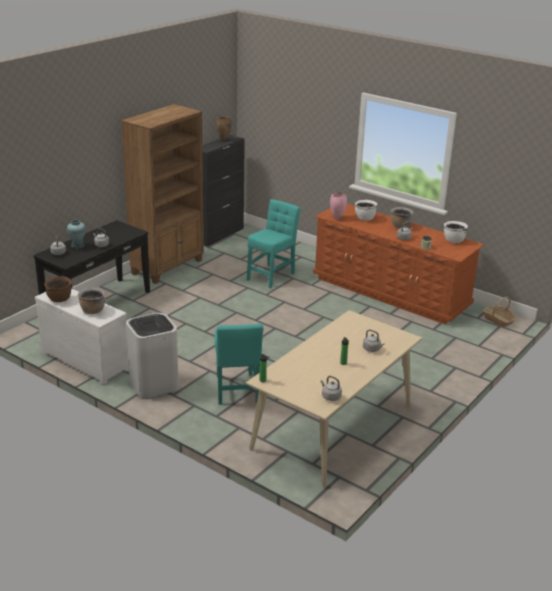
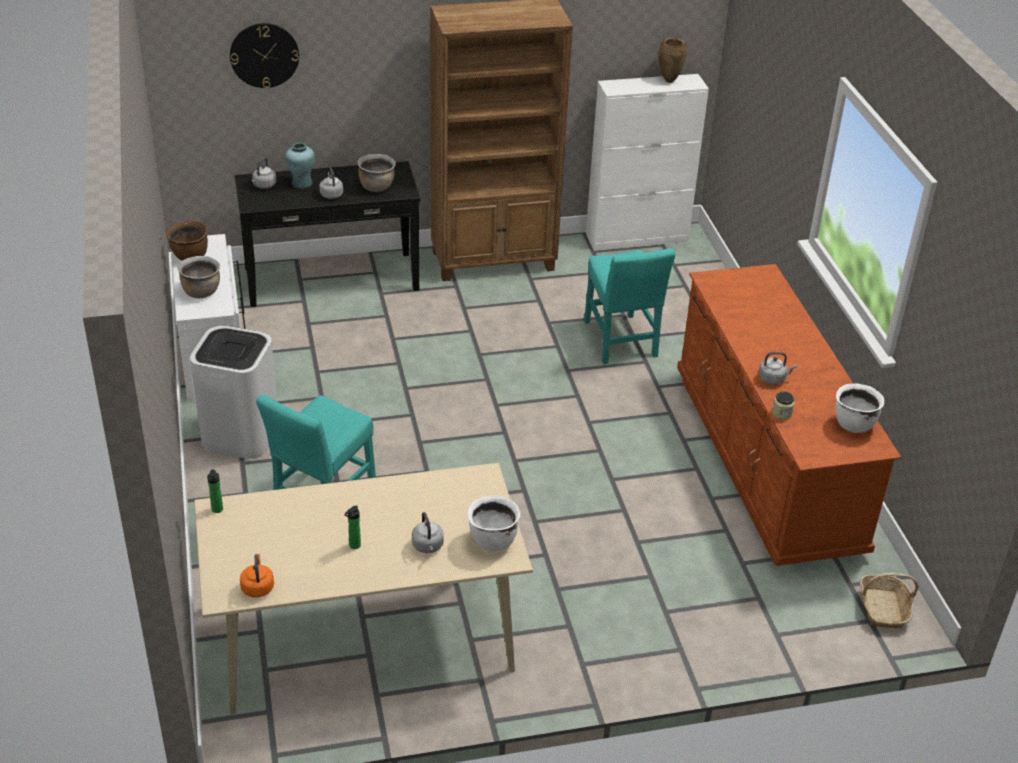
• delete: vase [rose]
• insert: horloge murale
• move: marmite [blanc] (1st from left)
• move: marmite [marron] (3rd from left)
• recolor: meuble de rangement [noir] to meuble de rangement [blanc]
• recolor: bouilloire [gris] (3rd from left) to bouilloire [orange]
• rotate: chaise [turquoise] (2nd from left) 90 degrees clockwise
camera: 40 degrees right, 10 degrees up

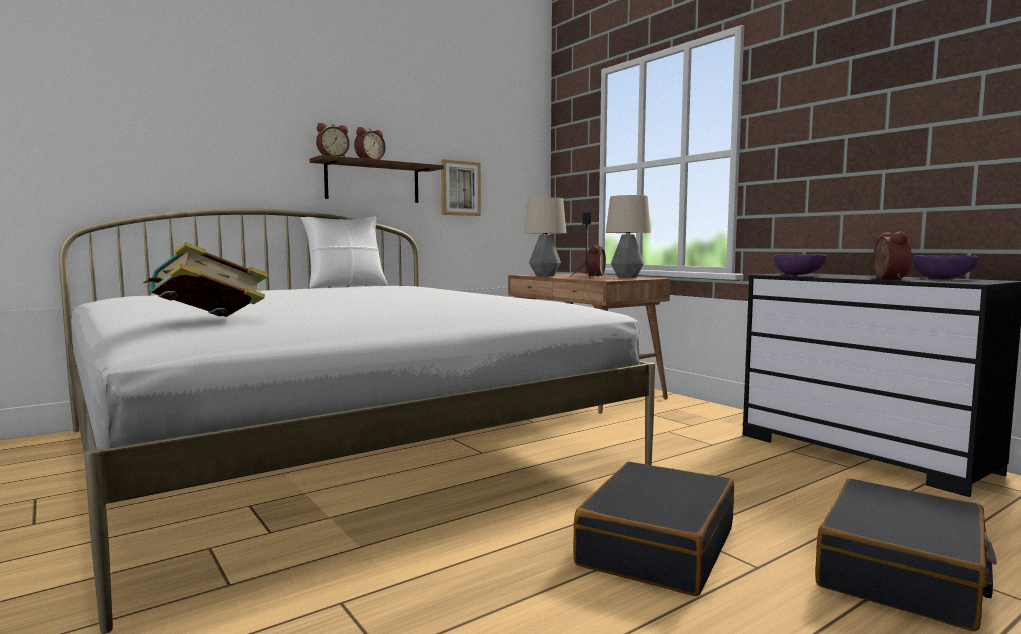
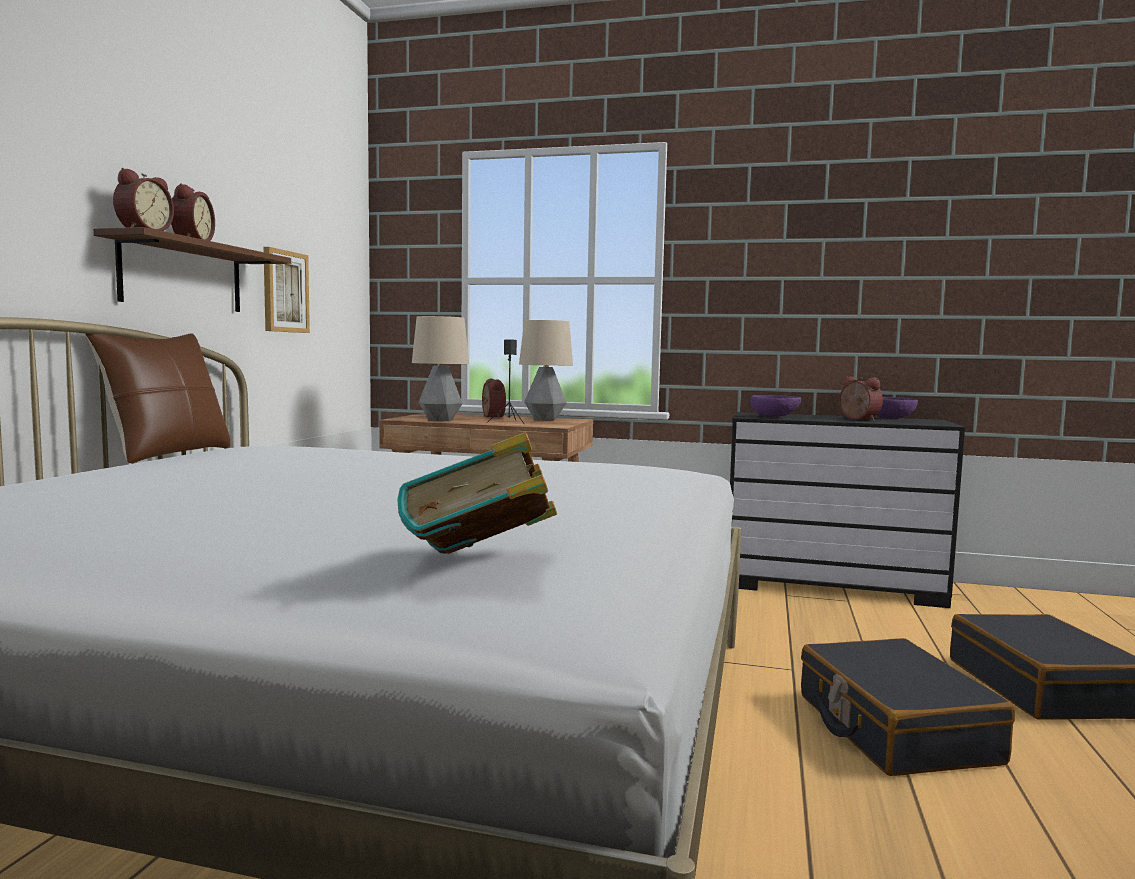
• recolor: coussin [blanc] to coussin [marron]
camera: 40 degrees left, 0 degrees up

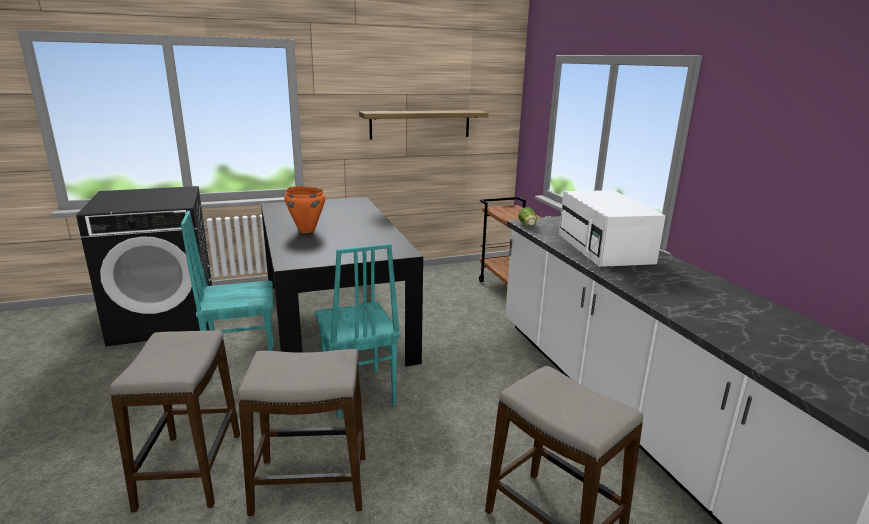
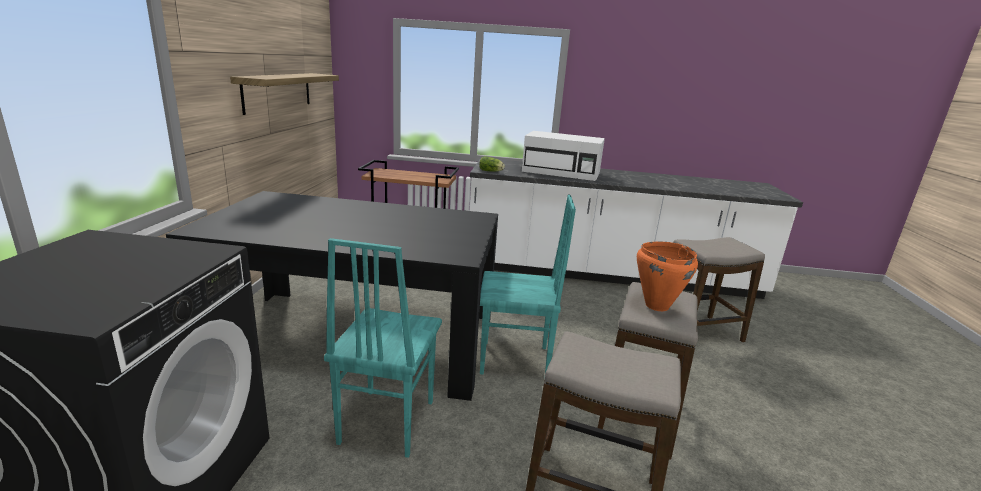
• move: marmite [orange]
camera: 65 degrees left, 0 degrees up

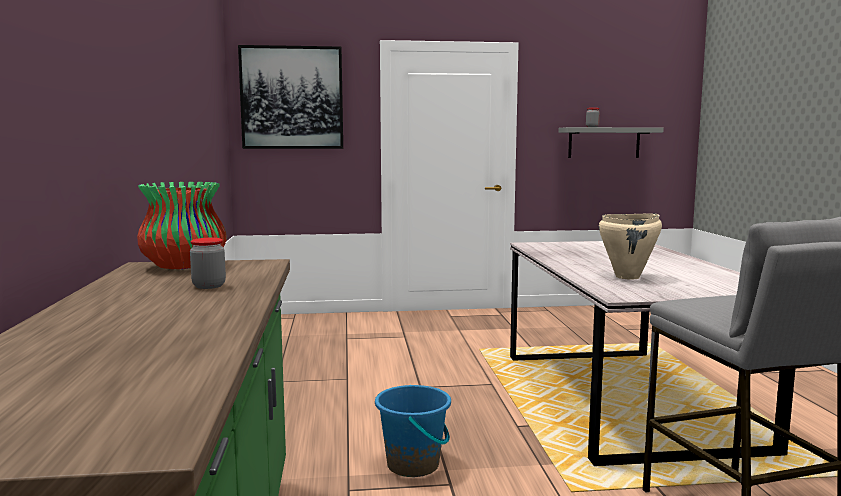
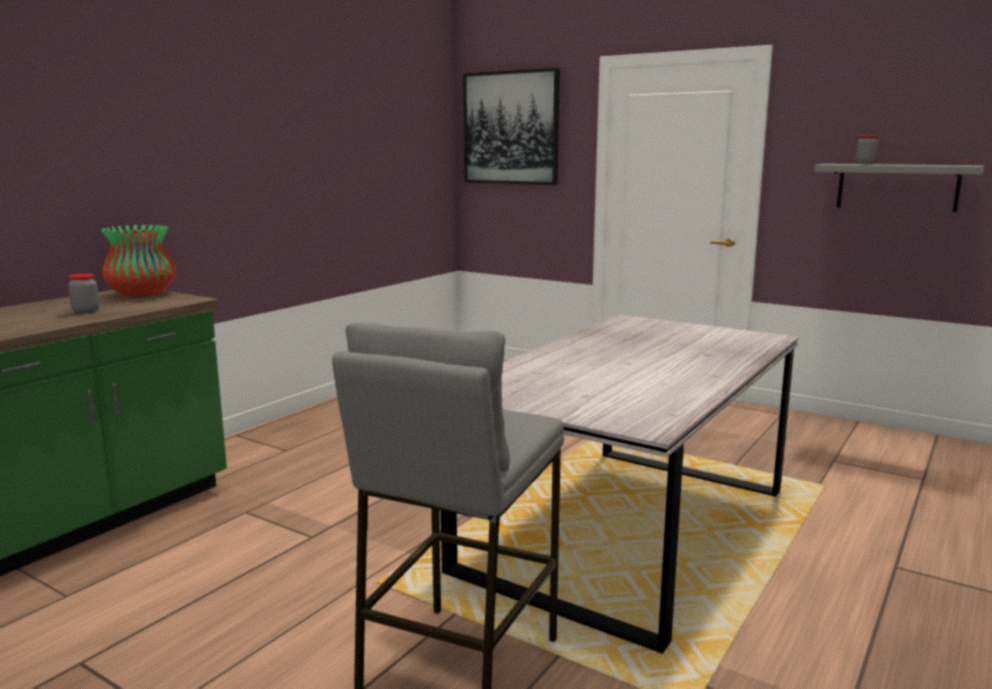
• delete: seau [bleu]
• delete: marmite [beige]
camera: 40 degrees right, 5 degrees up

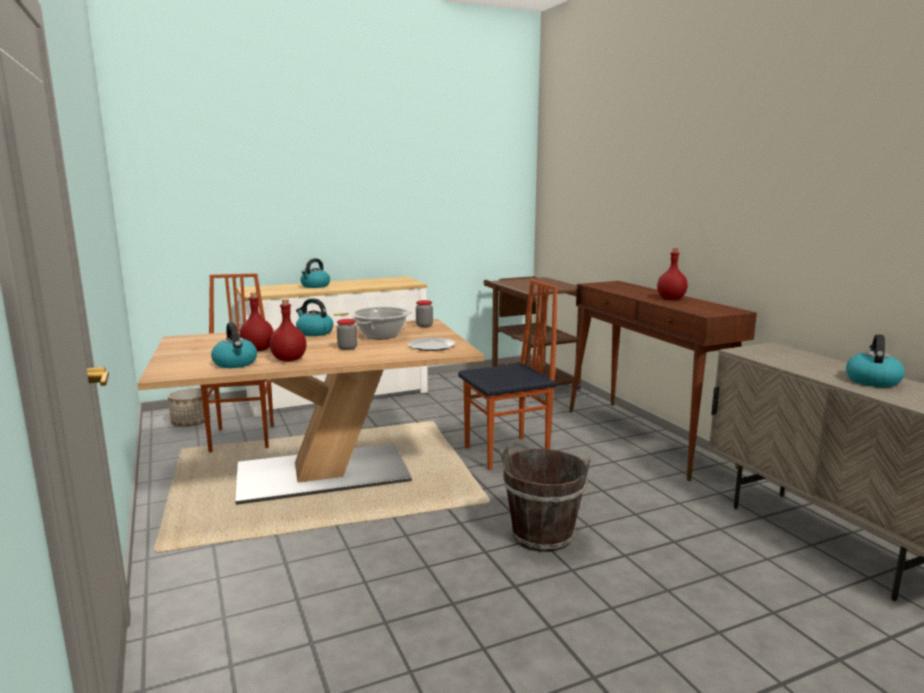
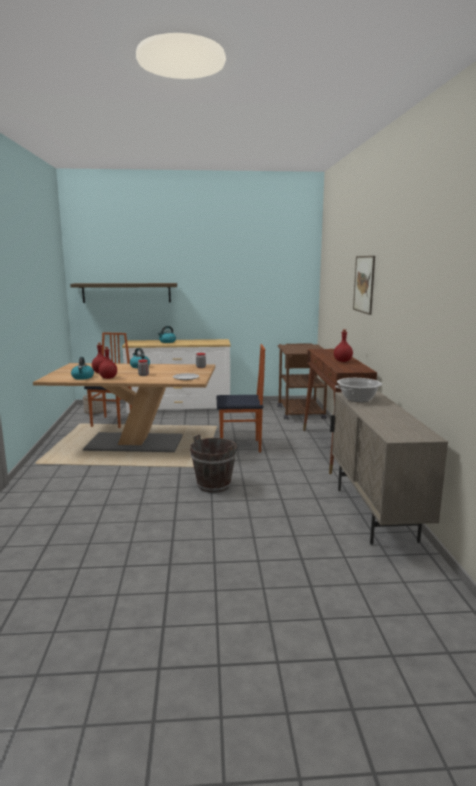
• delete: bouilloire (4th from left)
• insert: étagère
• insert: tableau
• move: marmite
camera: 20 degrees right, 0 degrees up

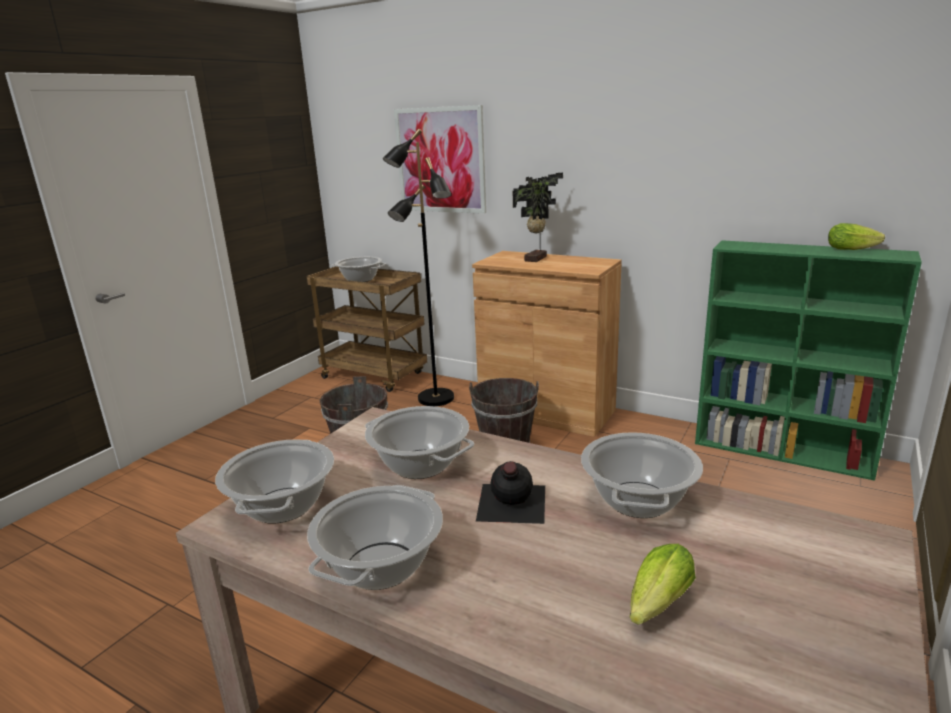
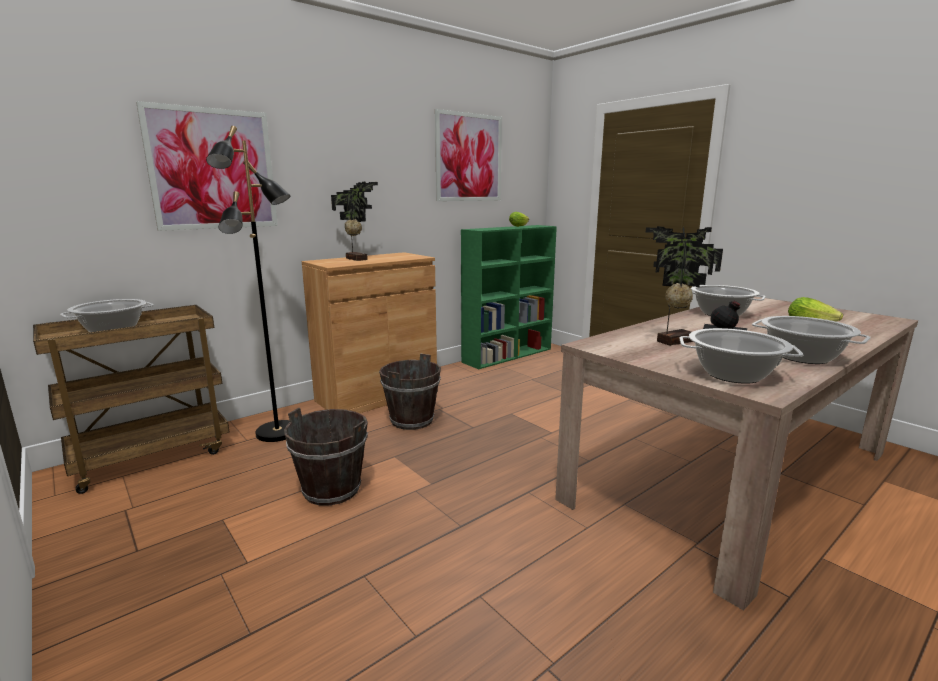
• insert: tableau (2nd from left)
• replace: marmite (4th from left) to plante en pot (2nd from left)
camera: 70 degrees left, 5 degrees down

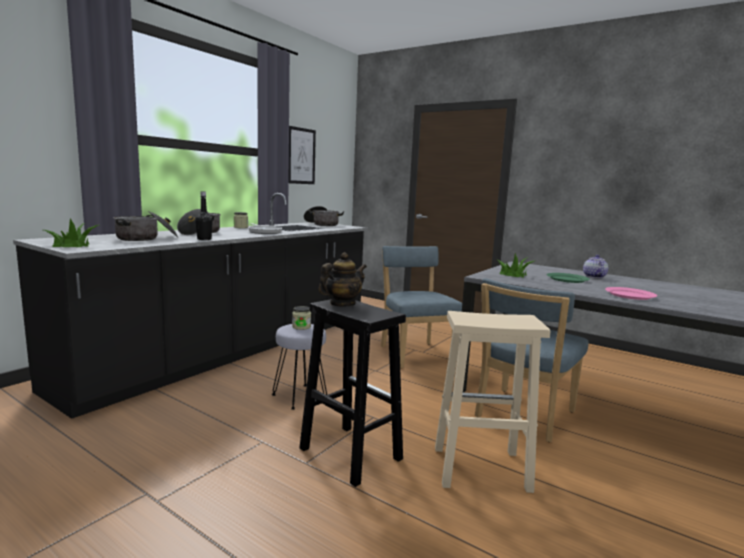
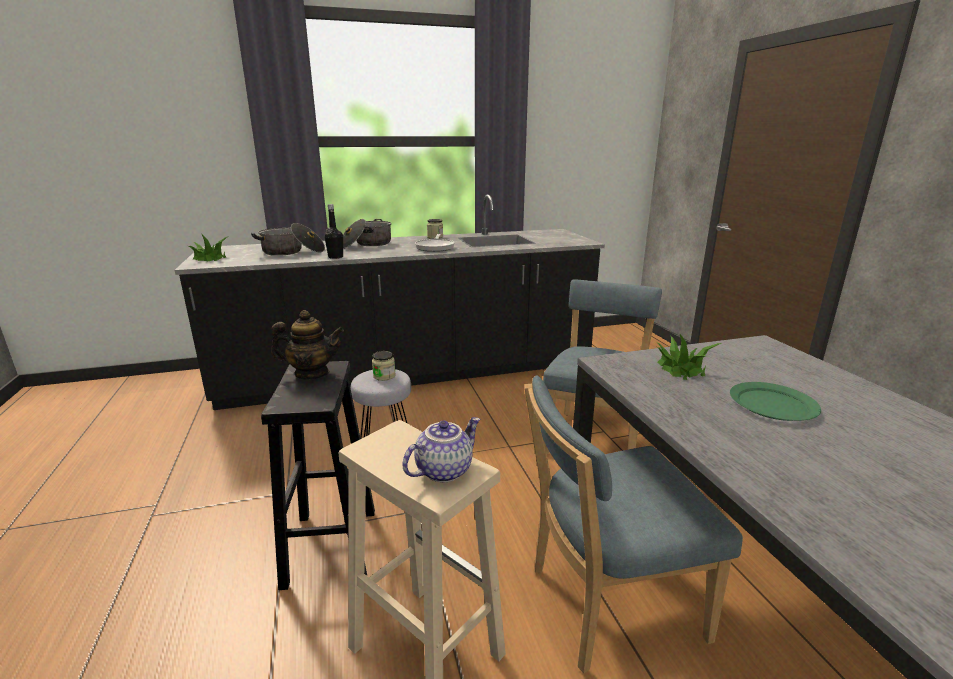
• delete: tableau
• delete: marmite (3rd from left)
• delete: assiette [rose]
• move: théière (2nd from left)
camera: 40 degrees right, 10 degrees up

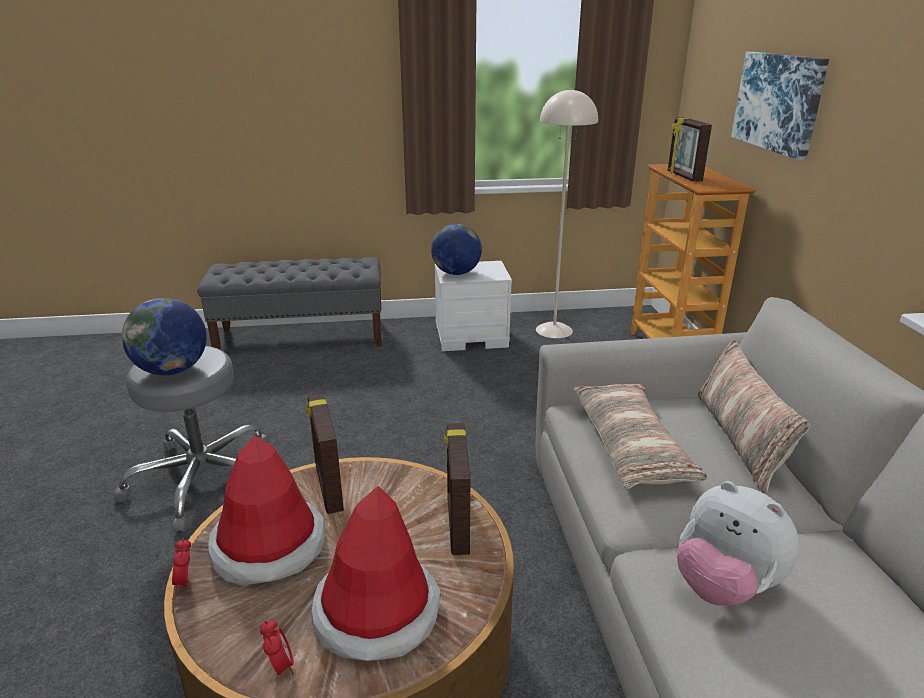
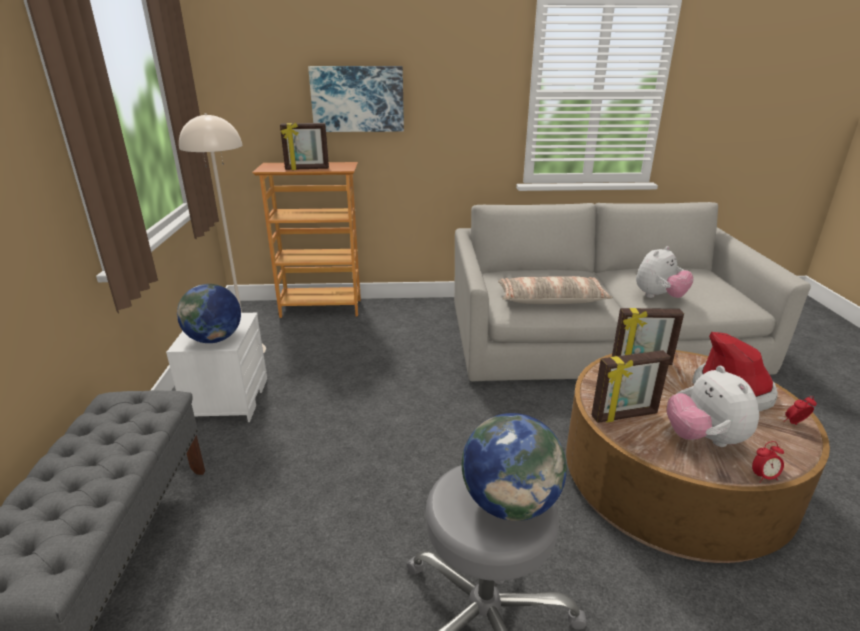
• delete: coussin (2nd from left)
• replace: chapeau (1st from left) to peluche (2nd from left)
camera: 85 degrees left, 0 degrees up

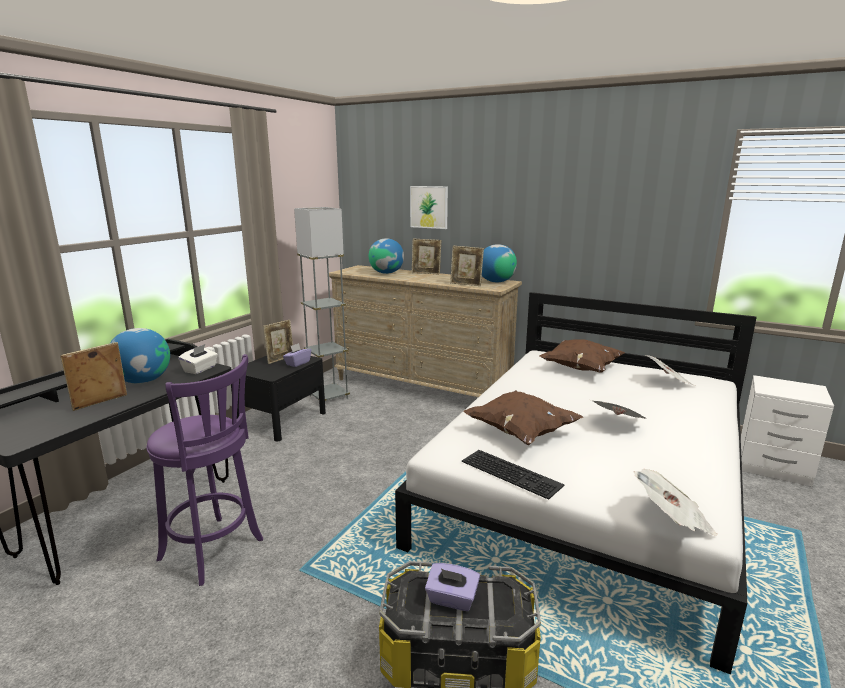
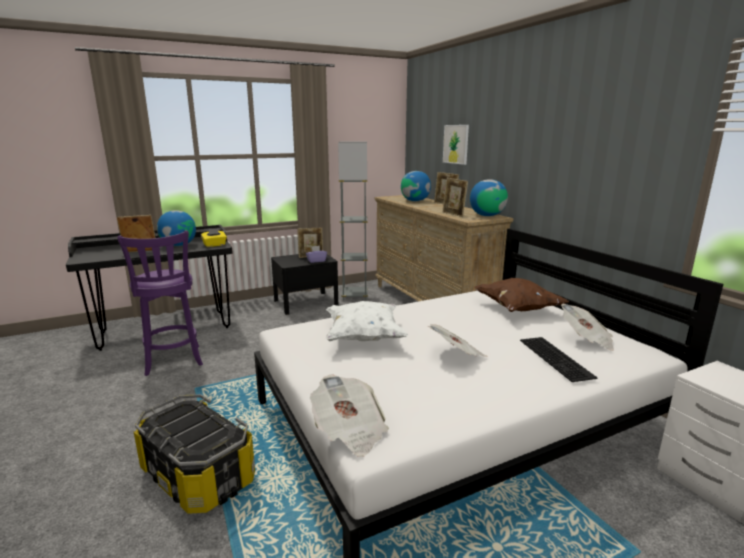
• delete: boîte à mouchoirs [violet] (2nd from left)
• move: clavier
• recolor: boîte à mouchoirs [blanc] to boîte à mouchoirs [jaune]
• recolor: coussin [marron] (1st from left) to coussin [blanc]
camera: 35 degrees right, 0 degrees up

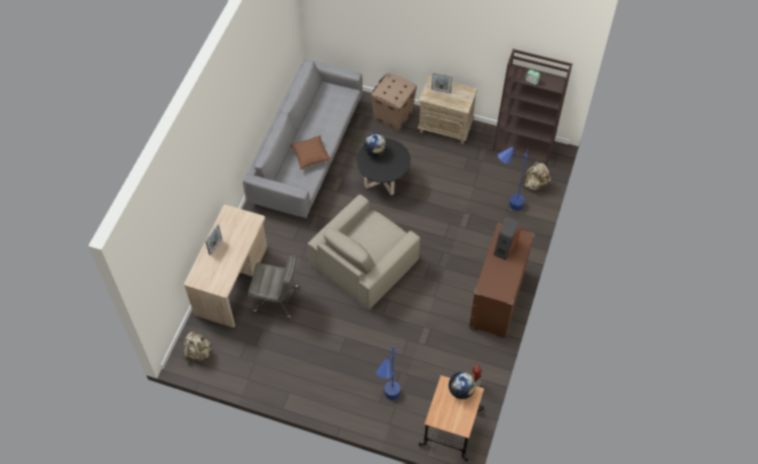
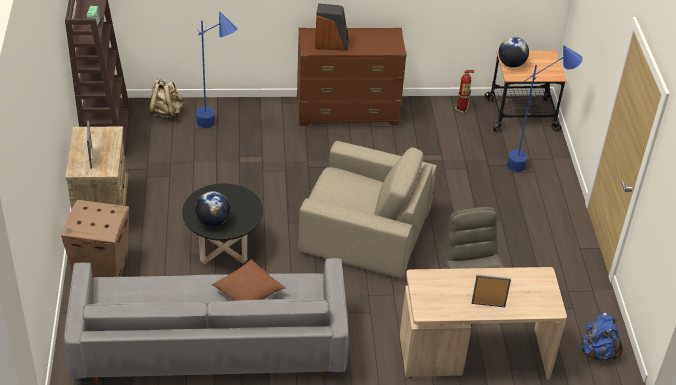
• recolor: sac à dos [beige] (1st from left) to sac à dos [bleu]
camera: 115 degrees left, 15 degrees down

